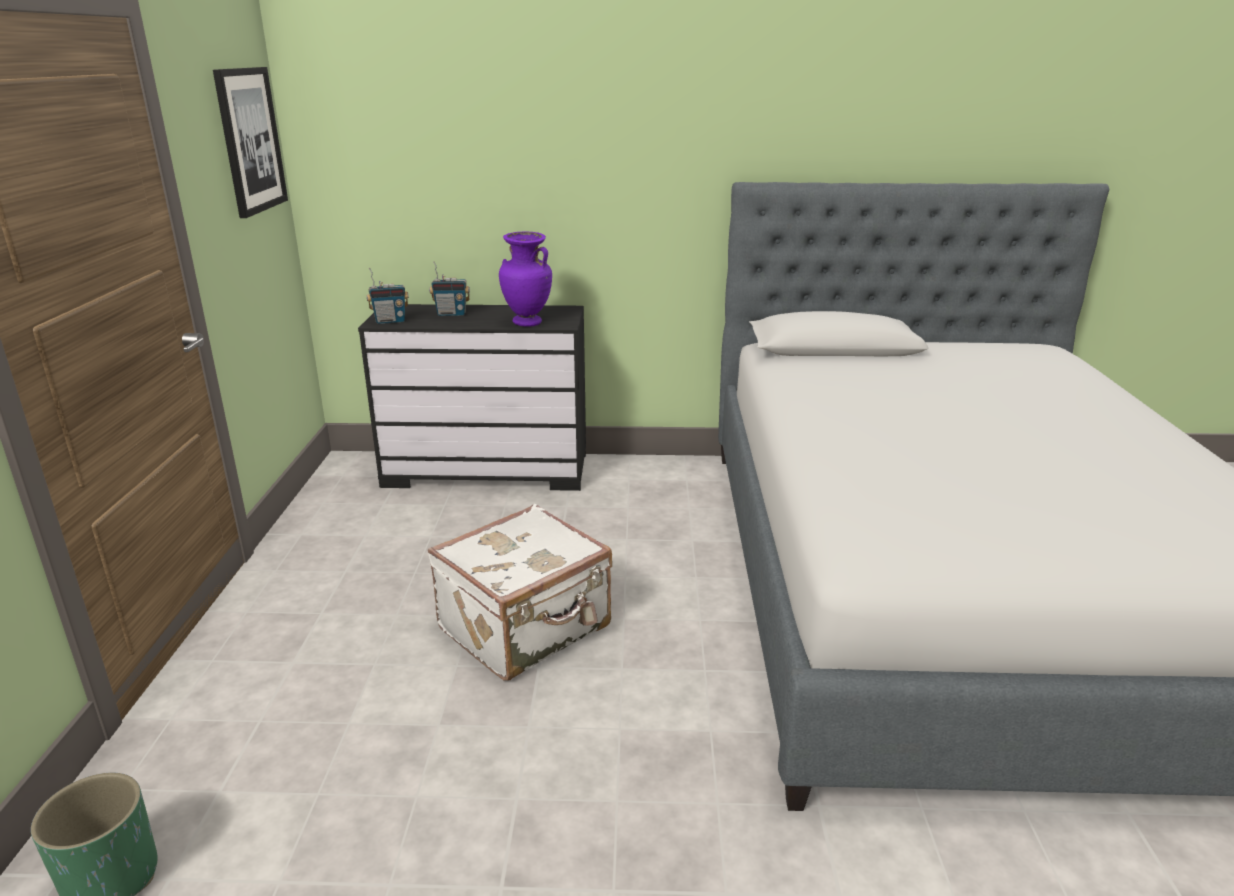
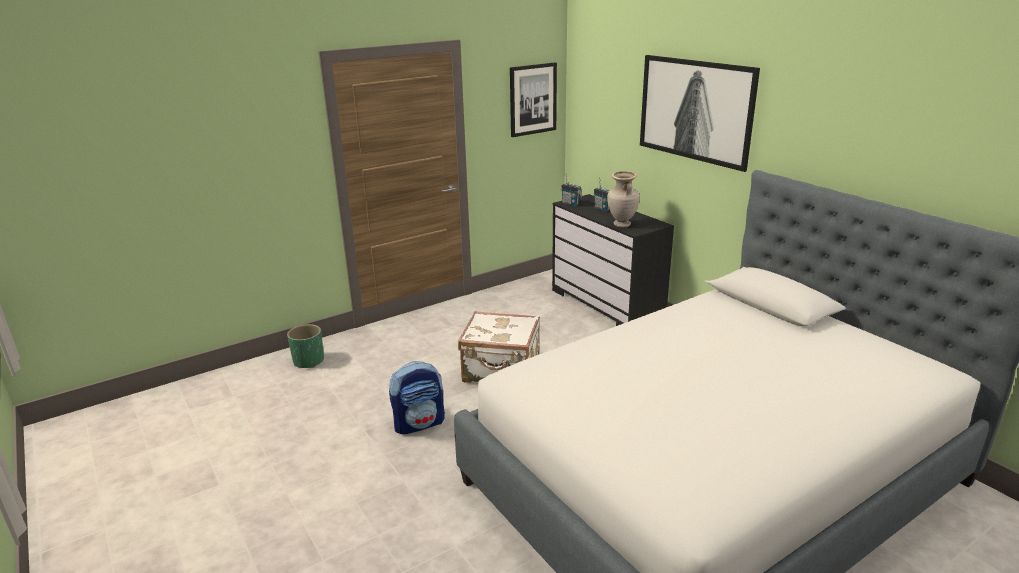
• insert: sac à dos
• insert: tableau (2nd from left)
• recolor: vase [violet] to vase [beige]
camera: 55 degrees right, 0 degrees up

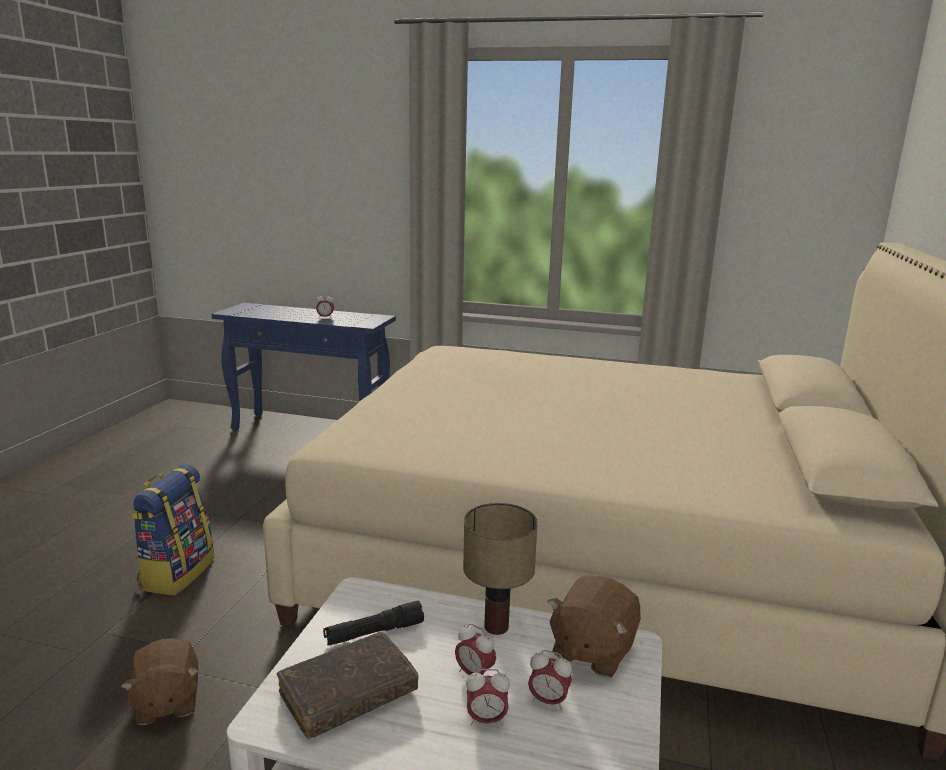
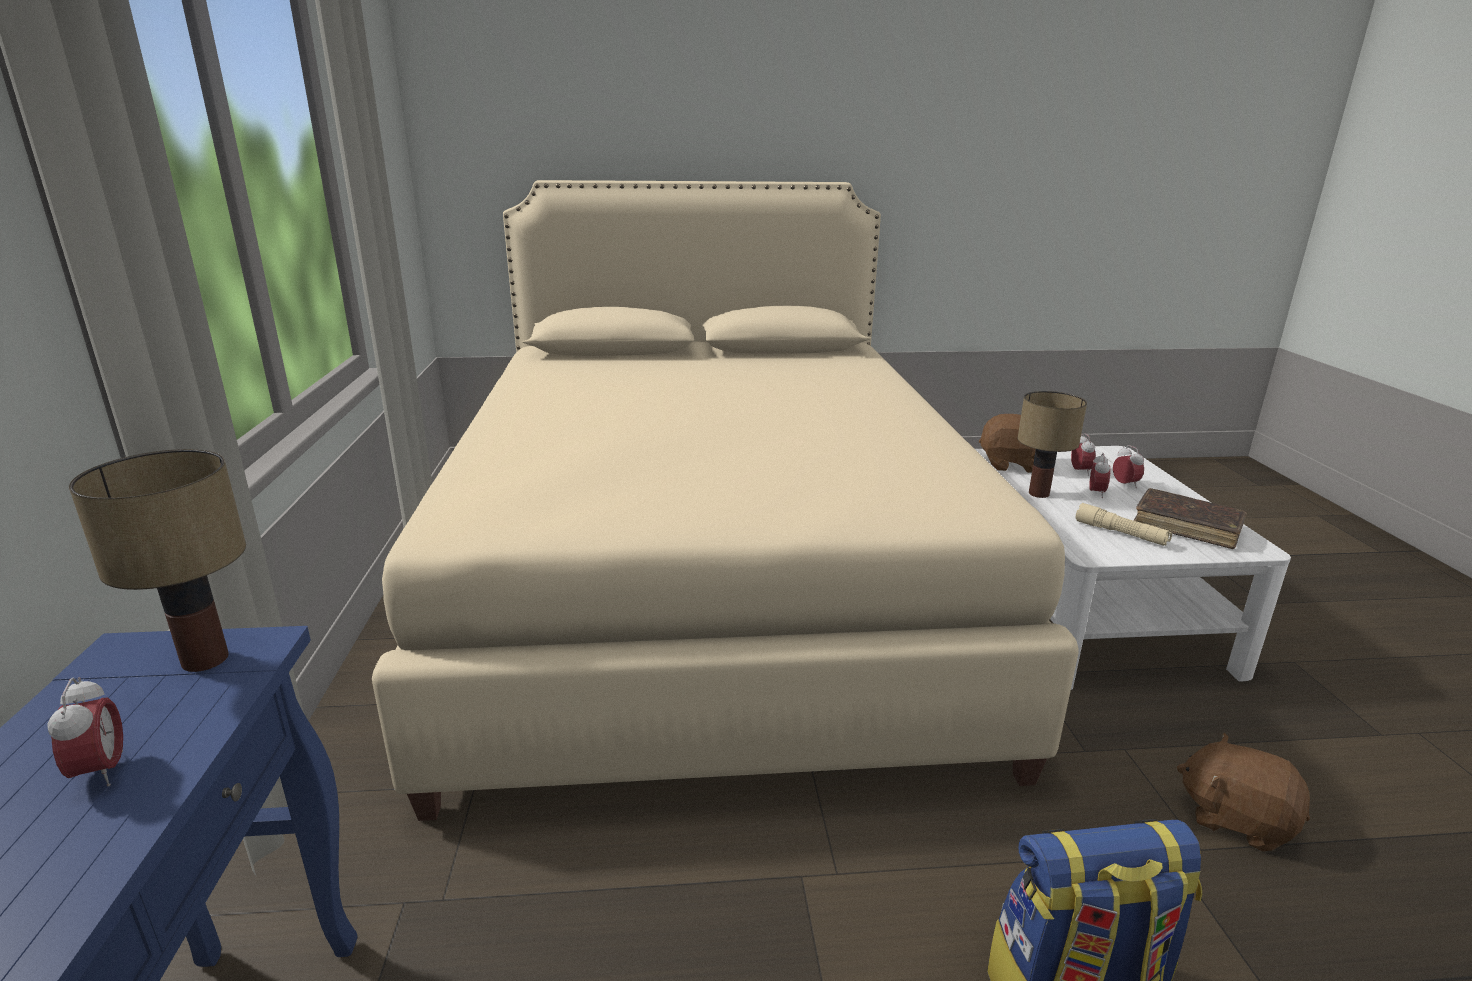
• insert: lampe de table (1st from left)
• recolor: lampe de poche [noir] to lampe de poche [beige]
• rotate: peluche [marron] (1st from left in the first image) 105 degrees counterclockwise
camera: 110 degrees left, 5 degrees up

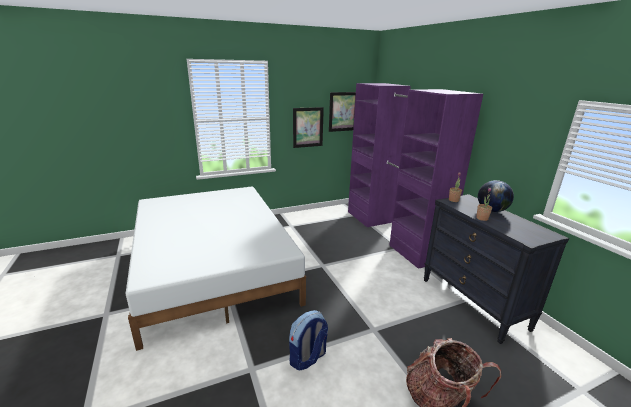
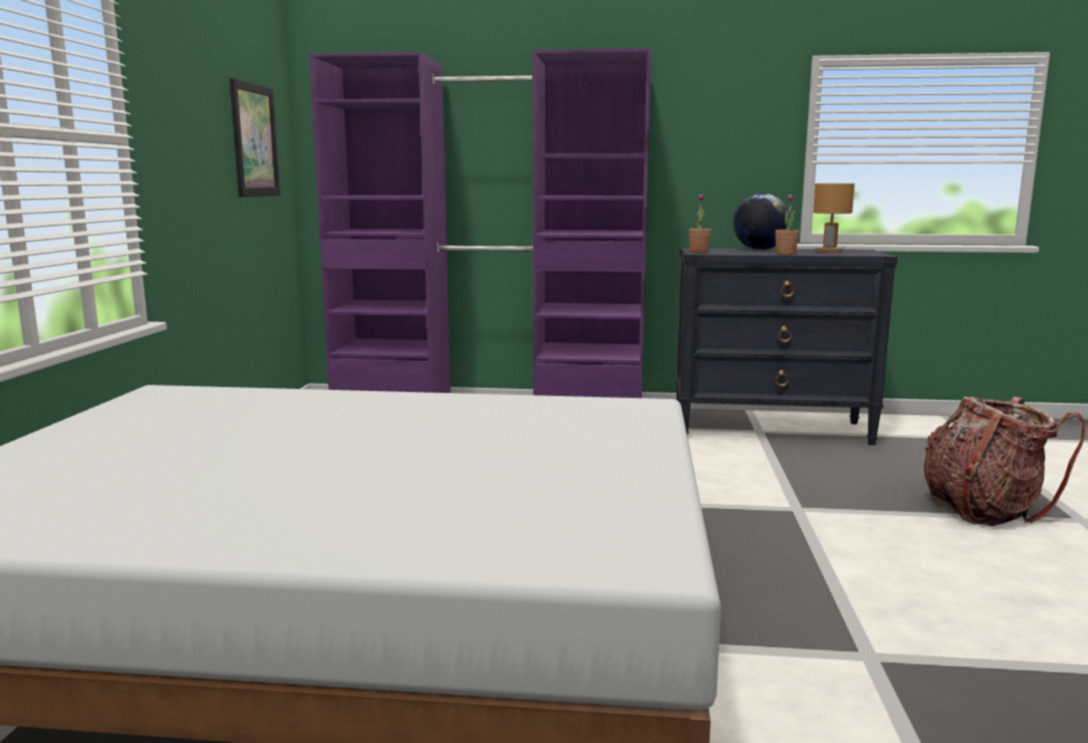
• delete: sac à dos (1st from left)
• delete: tableau (1st from left)
• insert: lampe de table [marron]
camera: 60 degrees left, 10 degrees down

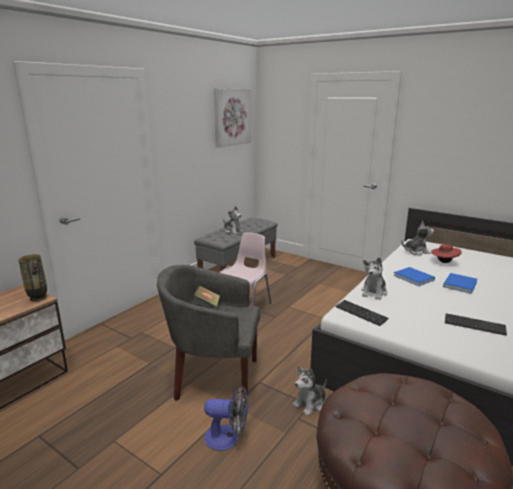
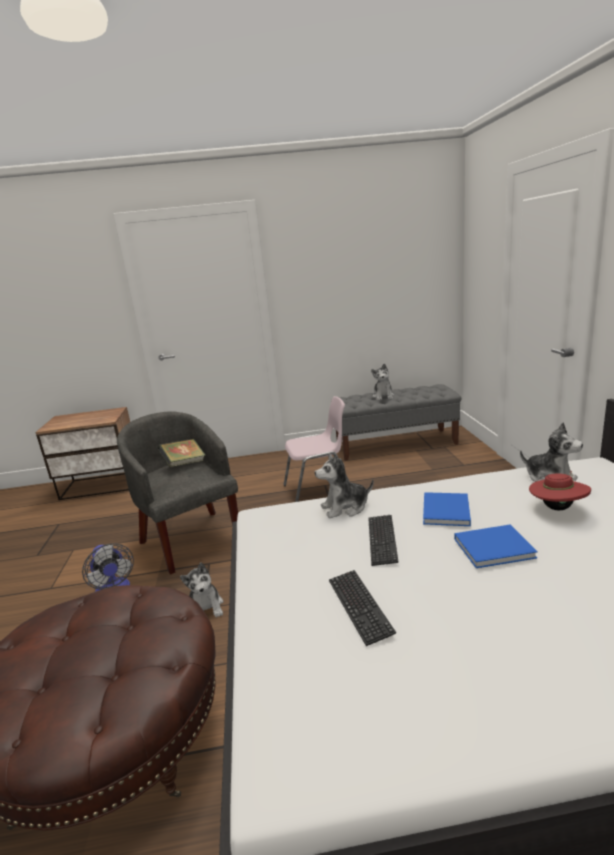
• delete: vase
• delete: tableau
• move: clavier (1st from left in the first image) to clavier (2nd from left)
• rotate: peluche (2nd from left in the first image) 120 degrees counterclockwise
camera: 50 degrees right, 0 degrees up

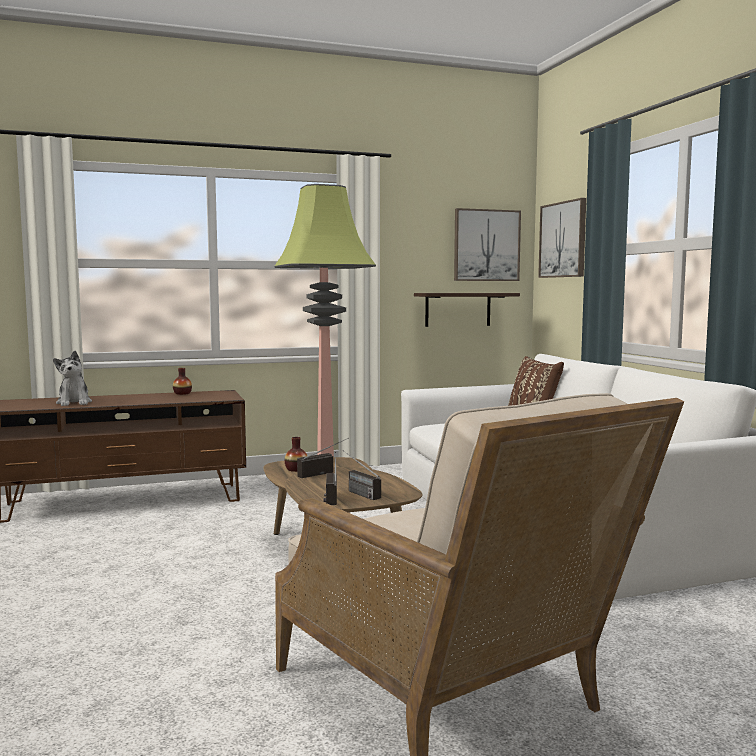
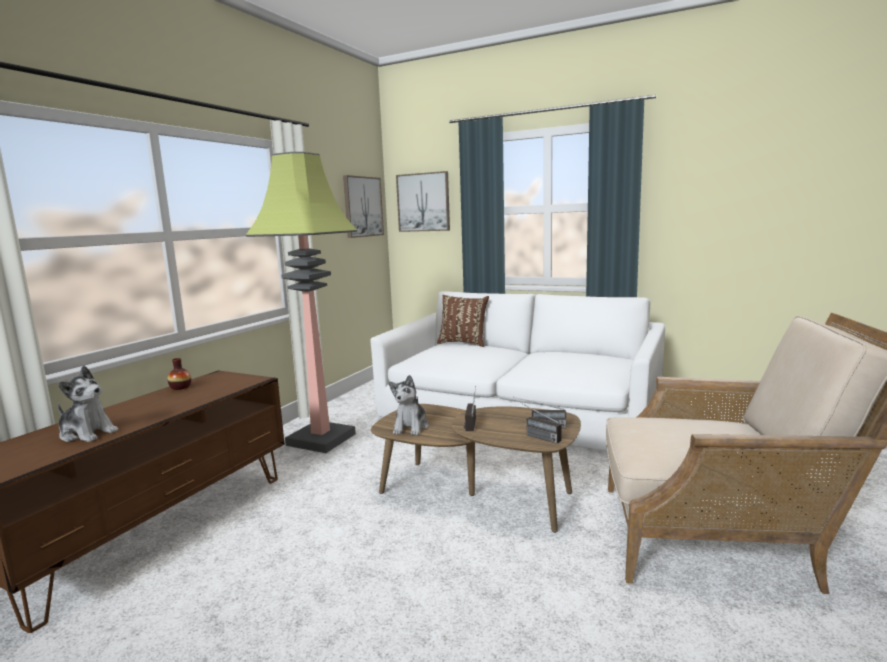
• delete: étagère
• replace: vase (2nd from left) to peluche (2nd from left)
camera: 45 degrees left, 5 degrees up

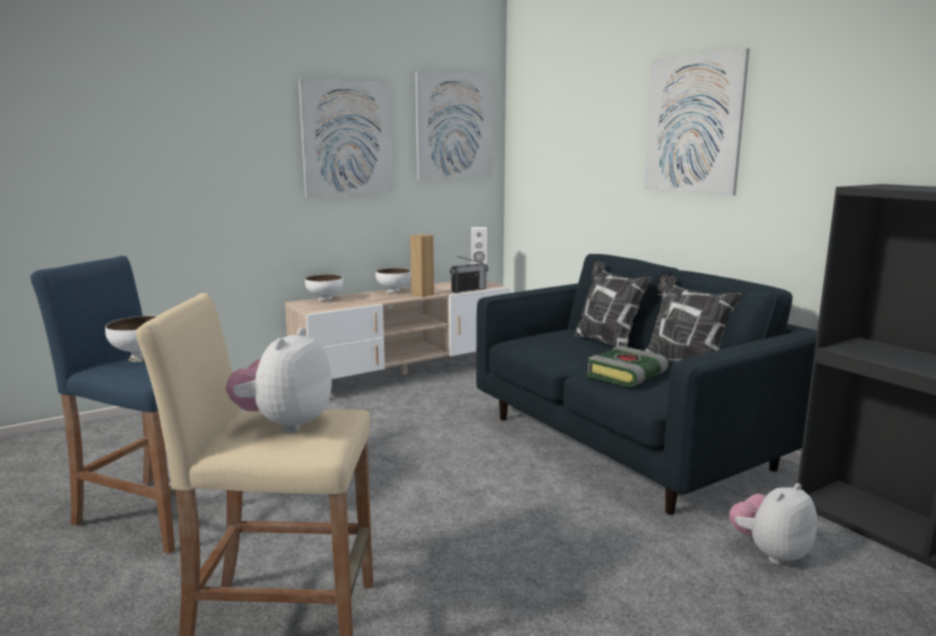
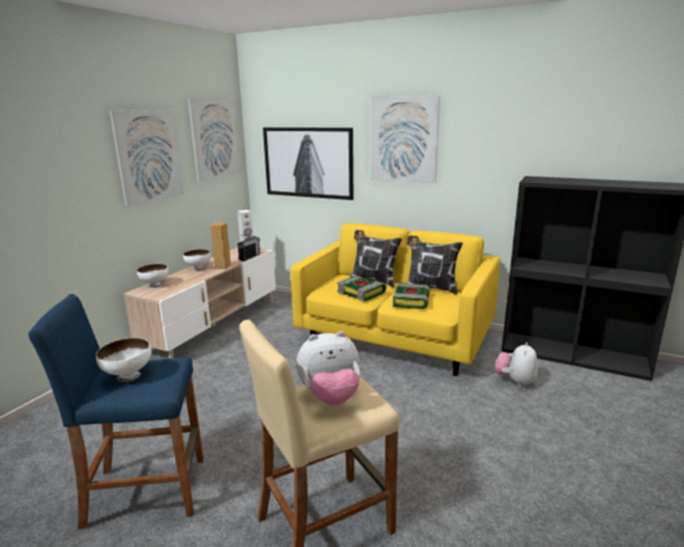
• insert: tableau (3rd from left)
• insert: livre (1st from left)
• recolor: canapé [bleu] to canapé [jaune]
• rotate: peluche (1st from left) 90 degrees counterclockwise
camera: 30 degrees left, 5 degrees up

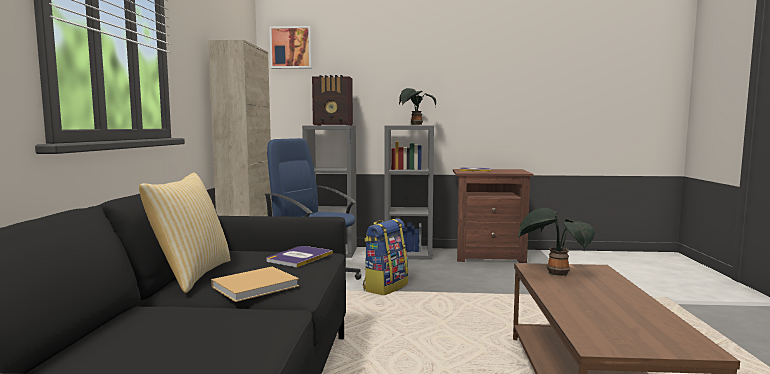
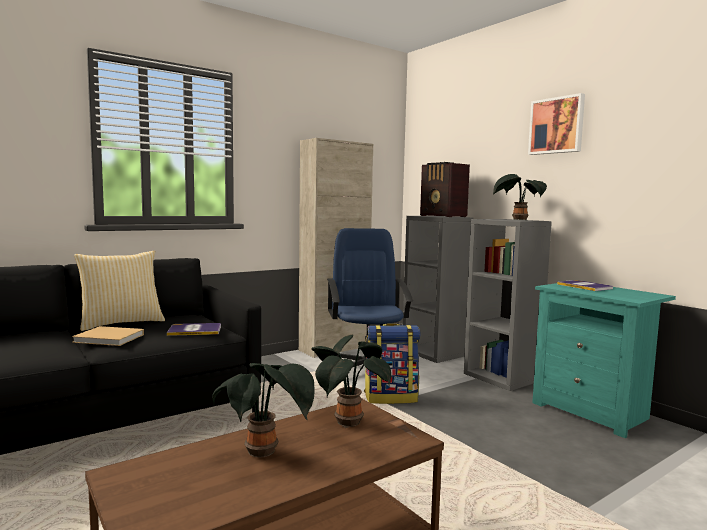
• insert: plante en pot (1st from left)
• move: tableau
• recolor: table de chevet [marron] to table de chevet [turquoise]
camera: 50 degrees right, 0 degrees up

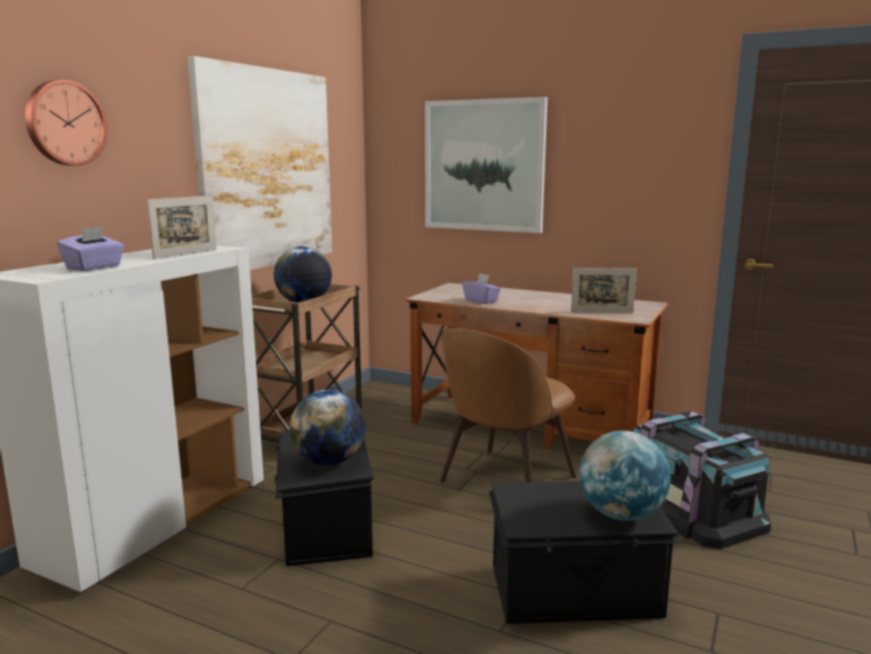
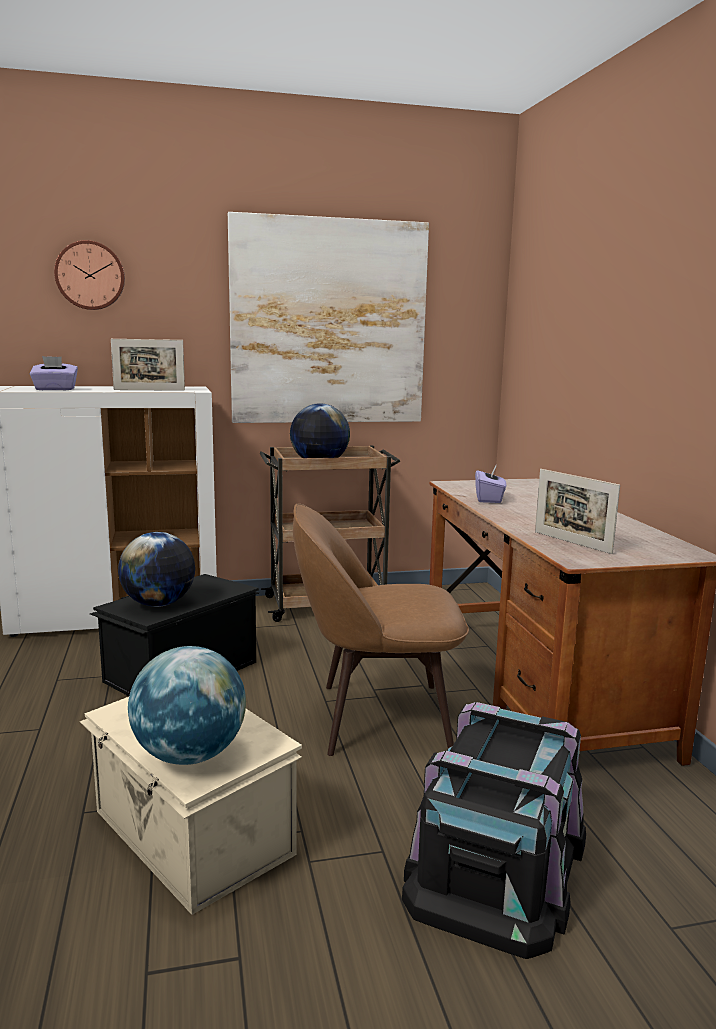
• delete: tableau (2nd from left)
• recolor: boîte de rangement [noir] (2nd from left) to boîte de rangement [beige]
camera: 50 degrees right, 0 degrees up

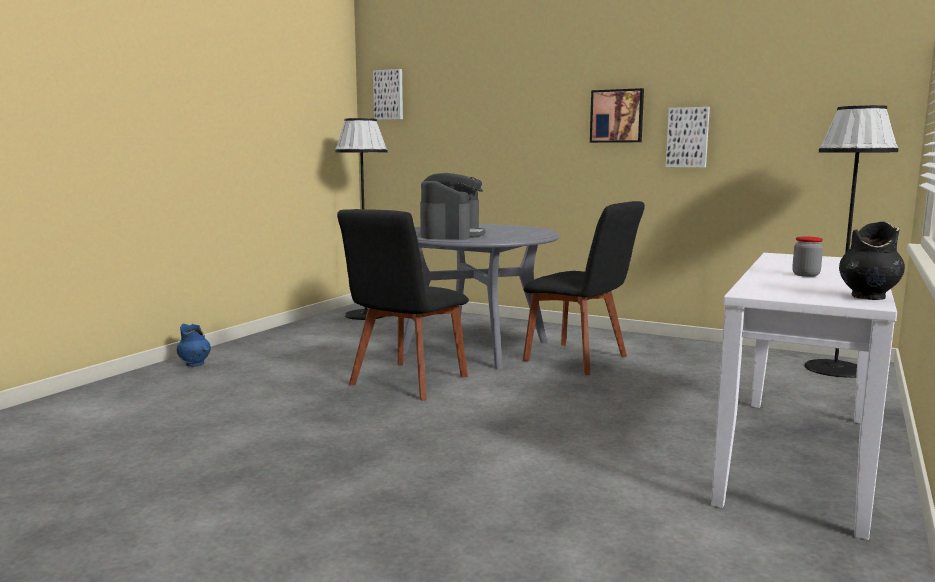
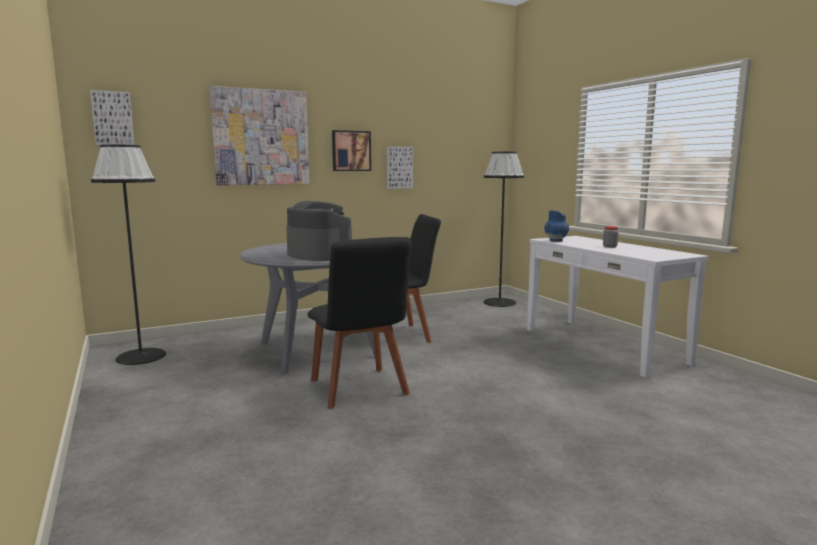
• delete: vase [noir]
• insert: tableau (2nd from left)
• move: vase [bleu]
camera: 55 degrees left, 0 degrees up

